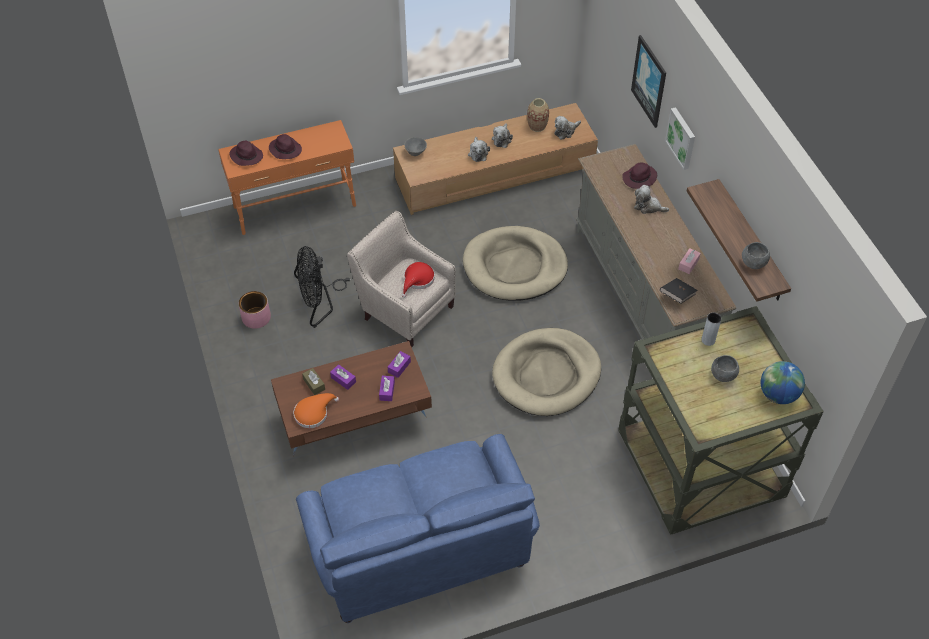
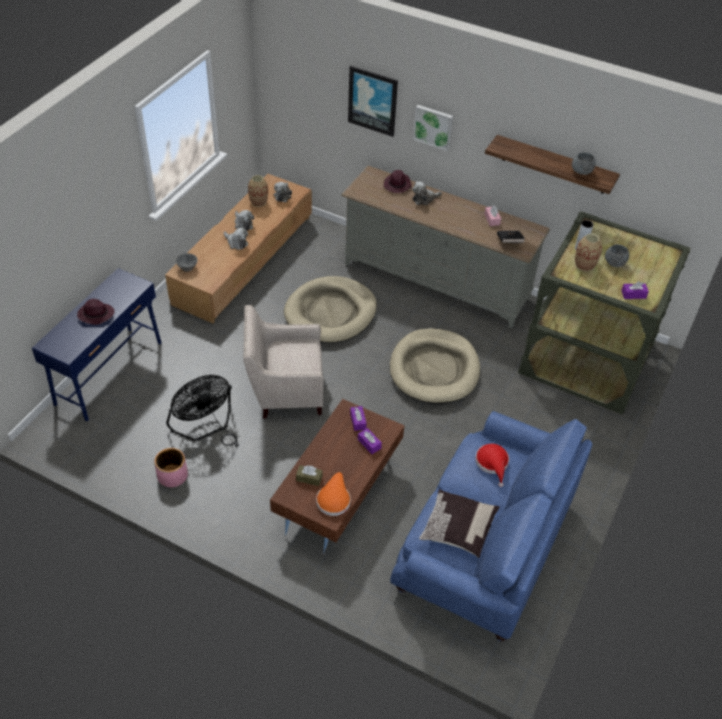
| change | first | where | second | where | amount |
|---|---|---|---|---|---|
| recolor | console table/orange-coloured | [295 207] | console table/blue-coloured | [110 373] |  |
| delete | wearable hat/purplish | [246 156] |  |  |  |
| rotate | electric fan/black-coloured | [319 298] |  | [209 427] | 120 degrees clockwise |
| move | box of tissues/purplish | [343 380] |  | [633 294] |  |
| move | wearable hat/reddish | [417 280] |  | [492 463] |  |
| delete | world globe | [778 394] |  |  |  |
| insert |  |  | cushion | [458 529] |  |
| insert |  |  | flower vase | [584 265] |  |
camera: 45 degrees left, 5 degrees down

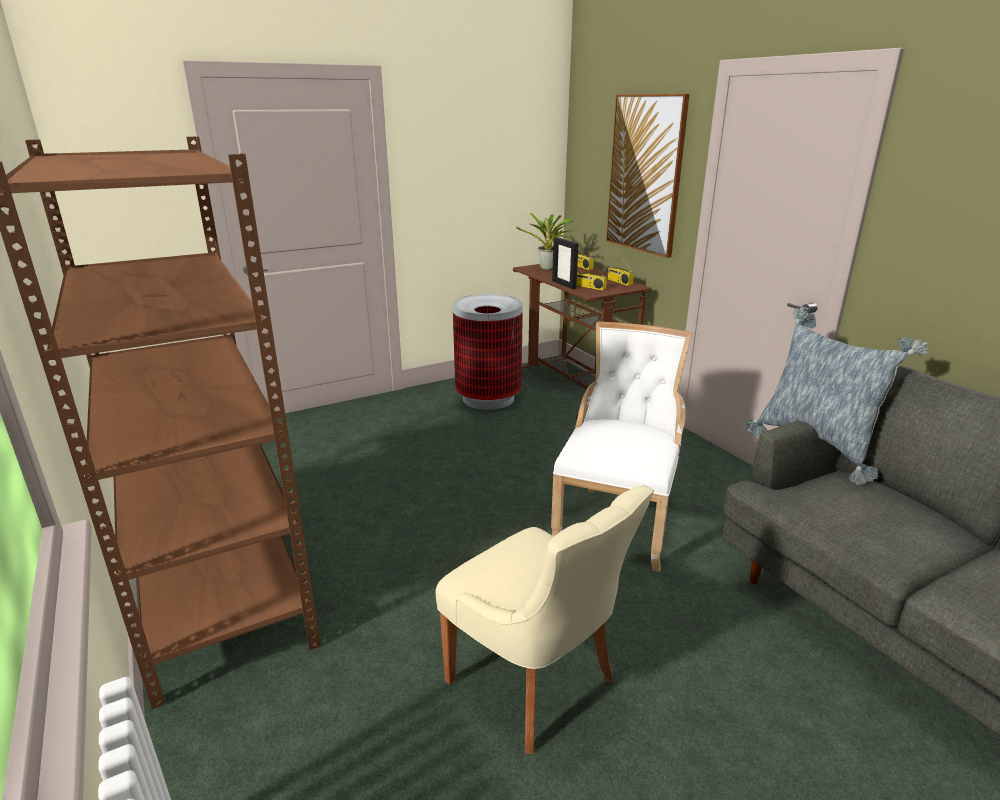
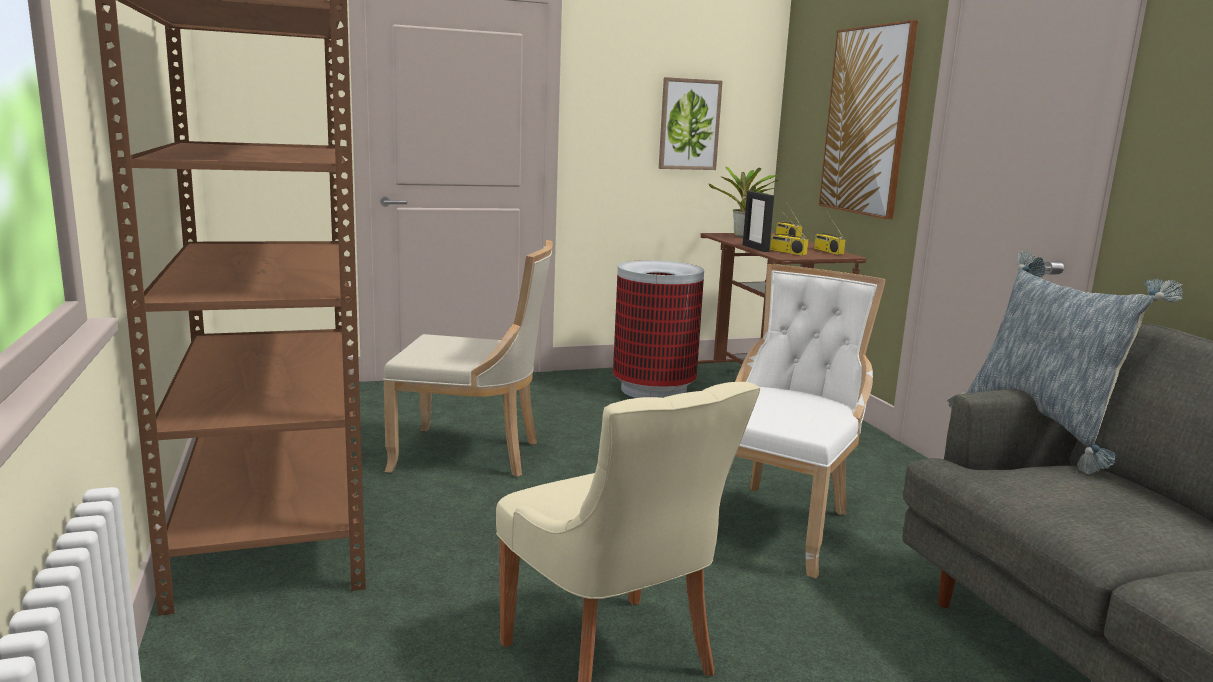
| change | first | where | second | where | amount |
|---|---|---|---|---|---|
| insert |  |  | upright chair/beige | [472 454] |  |
| insert |  |  | picture | [689 124] |  |
camera: 10 degrees right, 10 degrees down

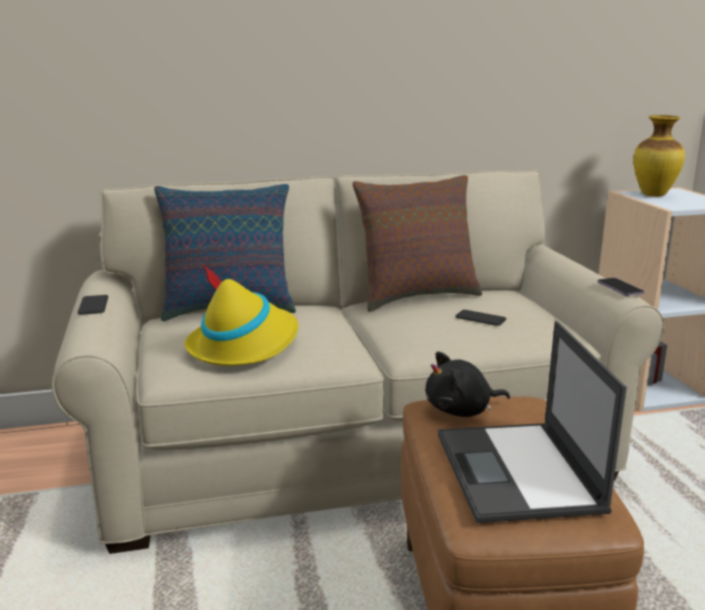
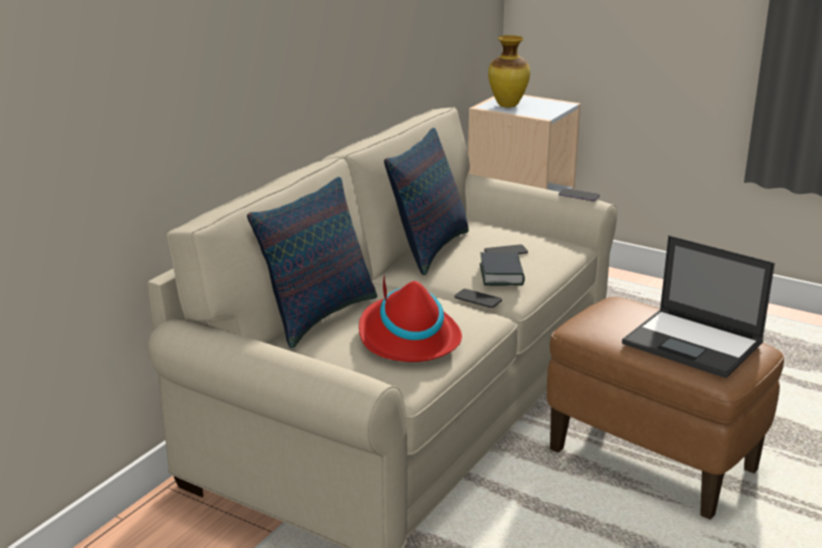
| change | first | where | second | where | amount |
|---|---|---|---|---|---|
| move | handset | [93 305] |  | [478 299] |  |
| recolor | wearable hat/yellowish | [244 345] | wearable hat/reddish | [407 338] |  |
| recolor | cushion/brown-coloured | [418 298] | cushion/blue-coloured | [430 250] |  |
| delete | cuddly toy/black-coloured | [462 410] |  |  |  |
| insert |  |  | volume | [501 275] |  |
camera: 45 degrees left, 5 degrees up

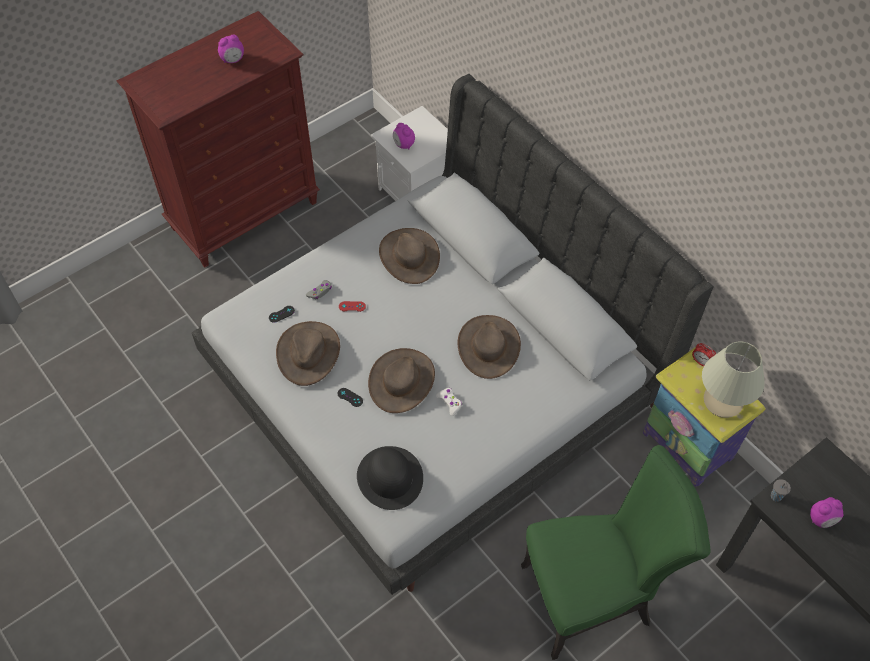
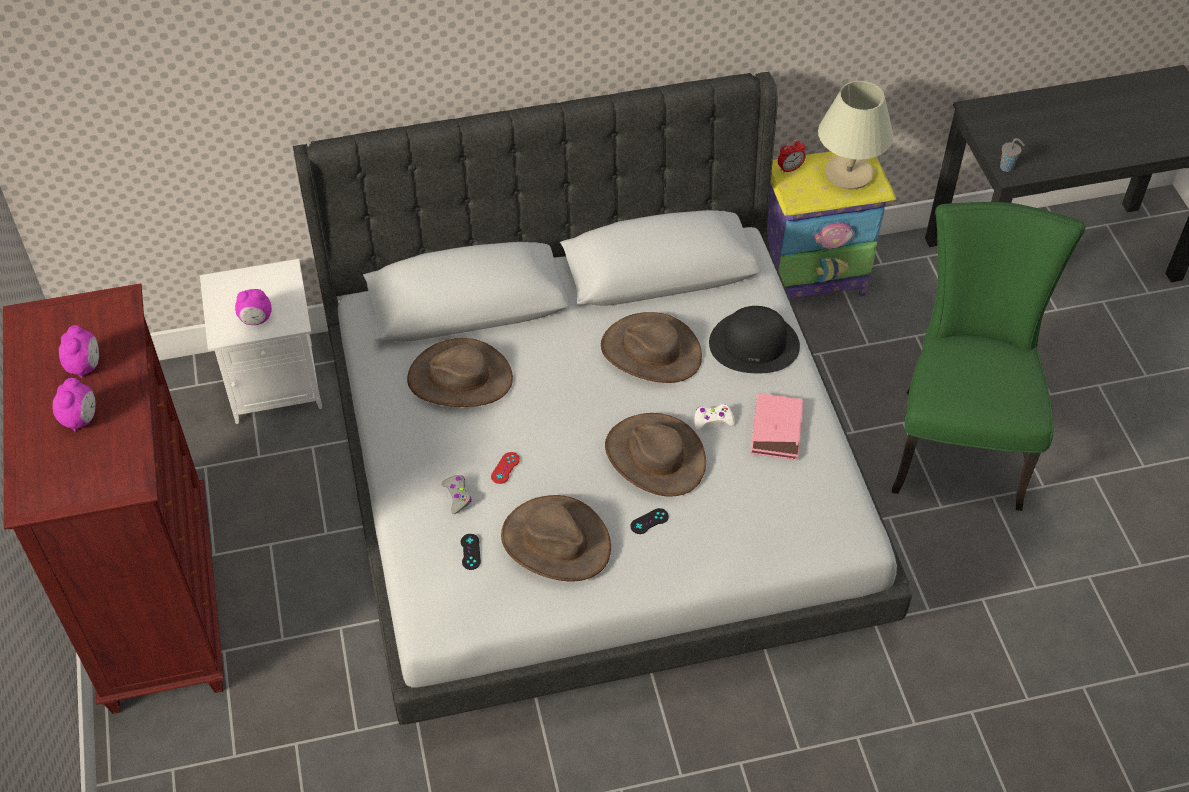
| change | first | where | second | where | amount |
|---|---|---|---|---|---|
| move | wearable hat/black-coloured | [390 477] |  | [754 344] |  |
| move | table clock | [822 519] |  | [81 419] |  |
| insert |  |  | volume/pinkish | [776 429] |  |
camera: 65 degrees left, 5 degrees down

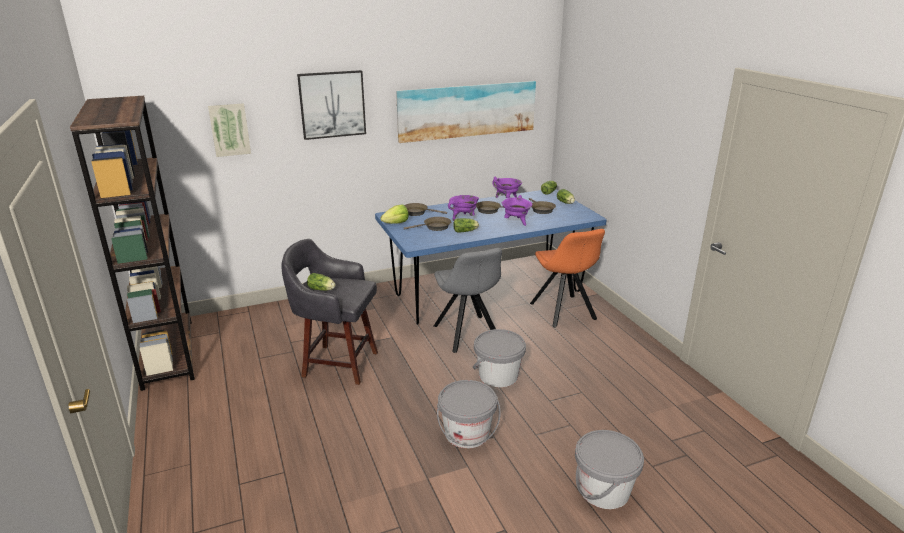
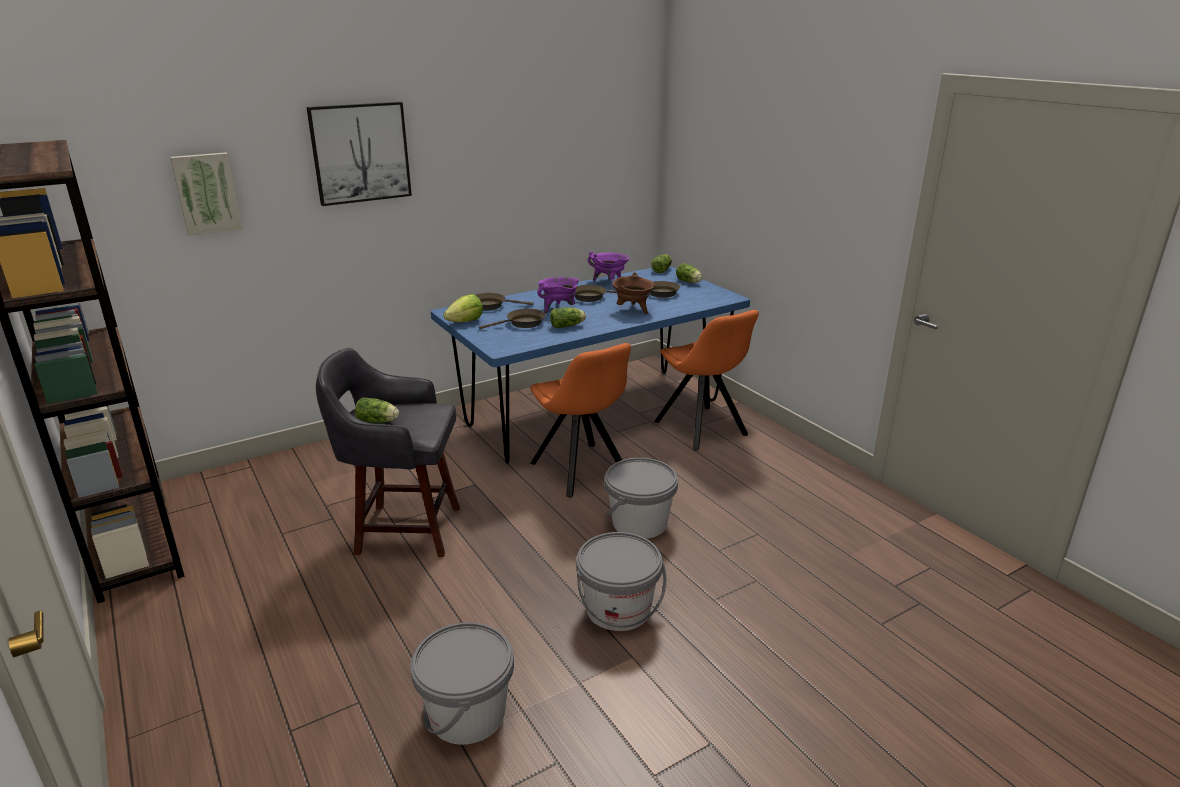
| change | first | where | second | where | amount |
|---|---|---|---|---|---|
| delete | picture | [466 110] |  |  |  |
| recolor | upright chair/gray | [467 334] | upright chair/orange-coloured | [581 470] |  |
| recolor | cooking pot/purplish | [516 222] | cooking pot/brown-coloured | [633 310] |  |
| move | pail/gray | [603 490] |  | [467 714] |  |
camera: 10 degrees left, 0 degrees up

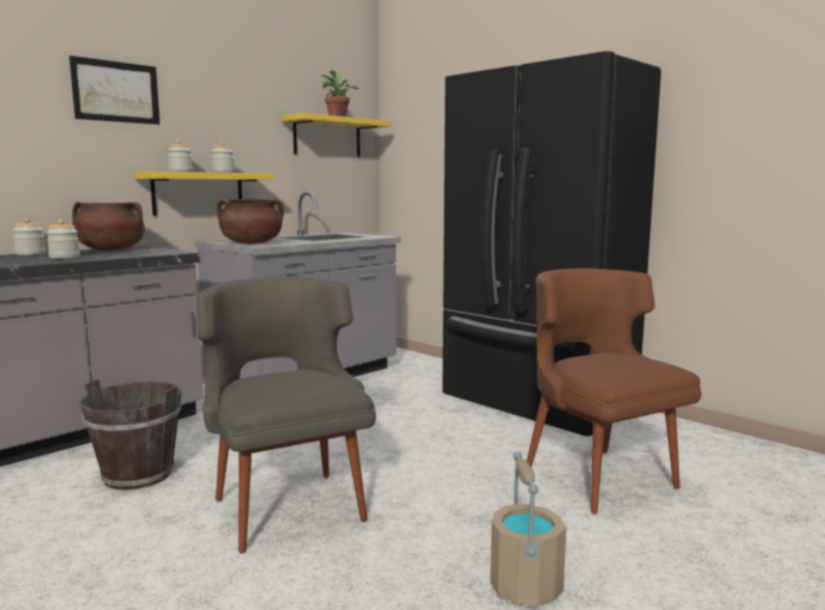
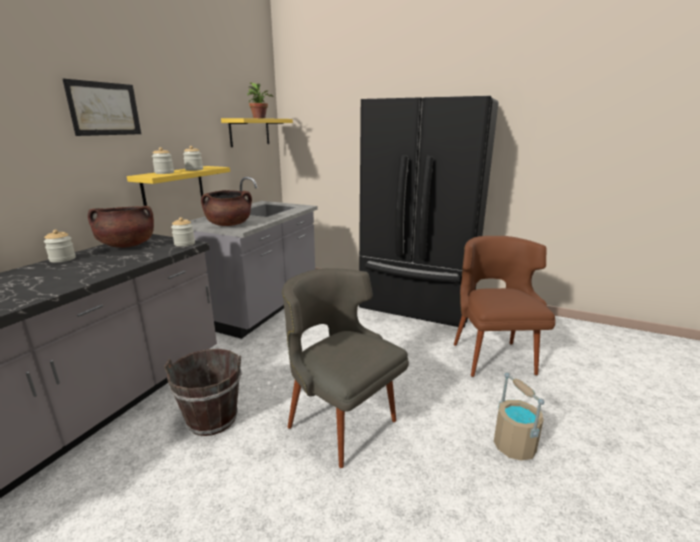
| change | first | where | second | where | amount |
|---|---|---|---|---|---|
| move | storage jar | [64 257] |  | [184 243] |  |
| rotate | upright chair/brown-coloured | [600 480] |  | [493 359] | 45 degrees clockwise |
camera: 20 degrees left, 10 degrees up

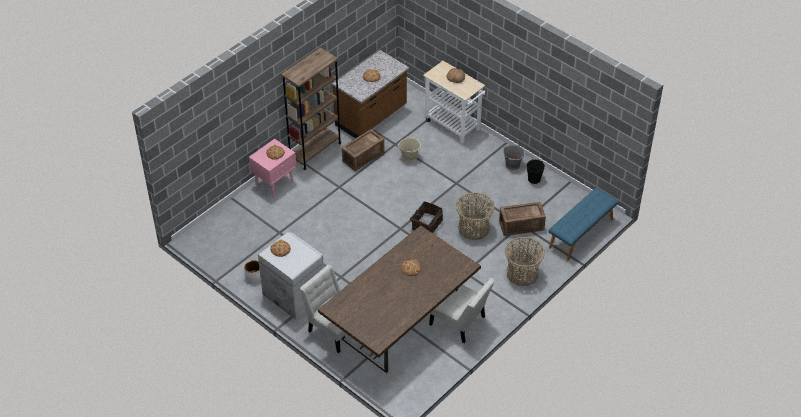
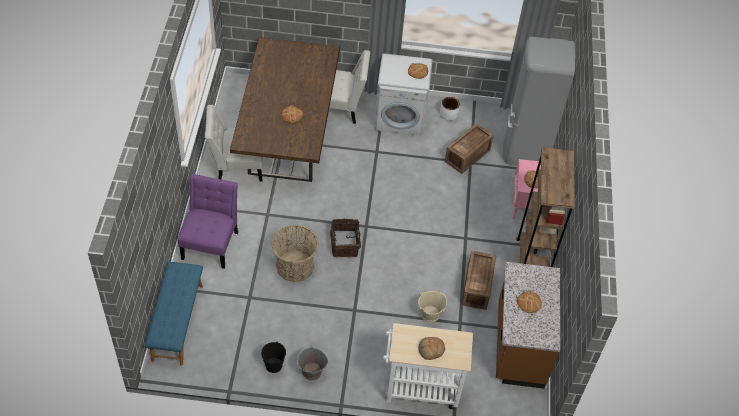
| change | first | where | second | where | amount |
|---|---|---|---|---|---|
| move | shipping crate | [520 225] |  | [468 156] |  |
| replace | household basket | [522 273] | upright chair/purplish | [211 242] |  |
| insert |  |  | refrigerator/gray | [524 151] |  |
camera: 140 degrees right, 5 degrees up

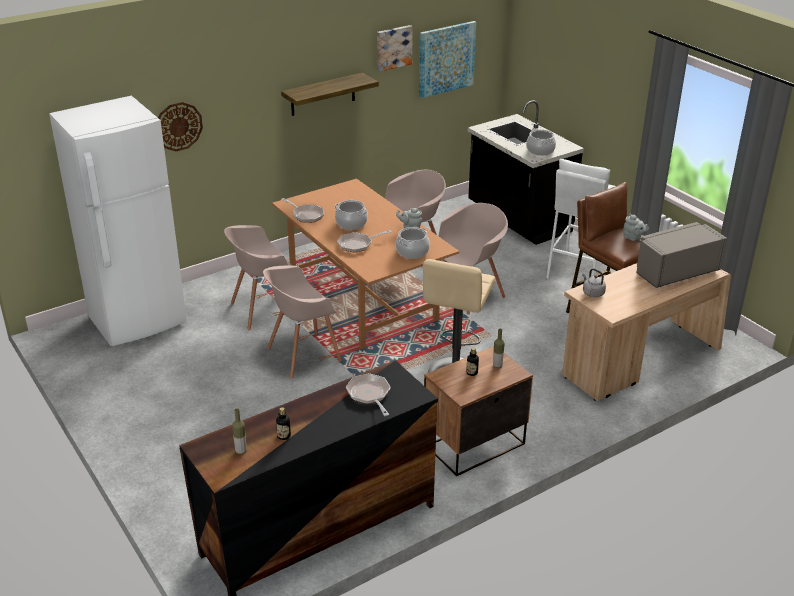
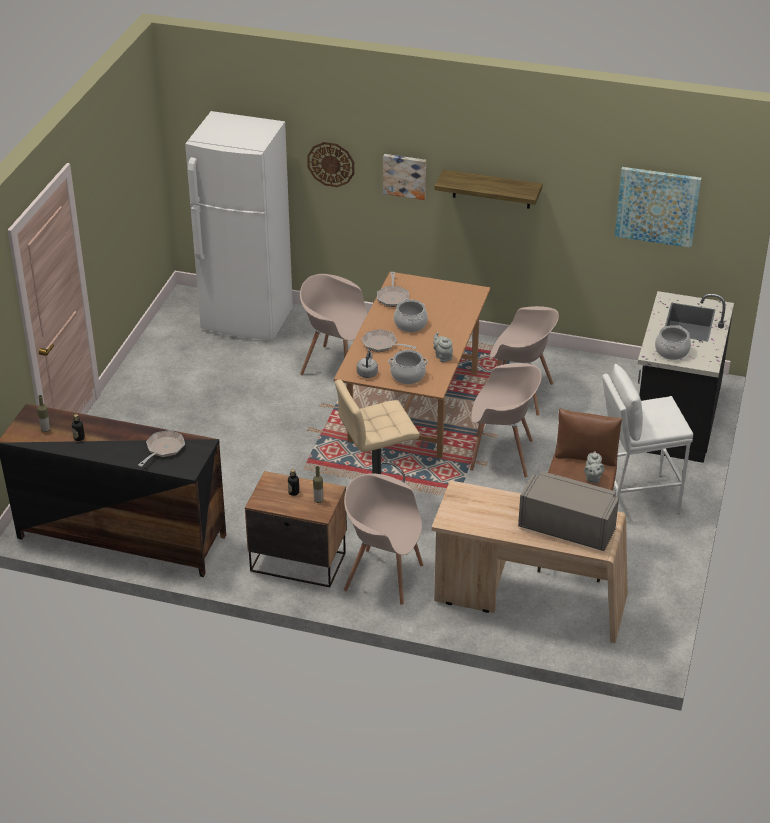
| change | first | where | second | where | amount |
|---|---|---|---|---|---|
| move | upright chair/beige | [303 355] |  | [382 577] |  |
| move | picture | [393 47] |  | [405 175] |  |
| move | tea kettle/gray | [592 293] |  | [367 373] |  |
camera: 50 degrees right, 5 degrees up

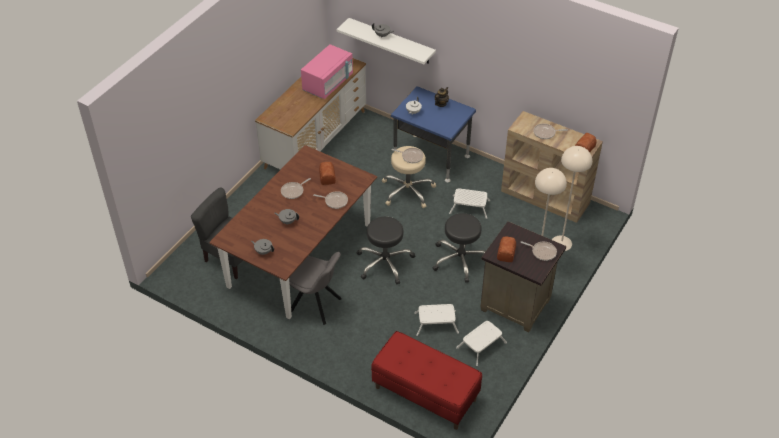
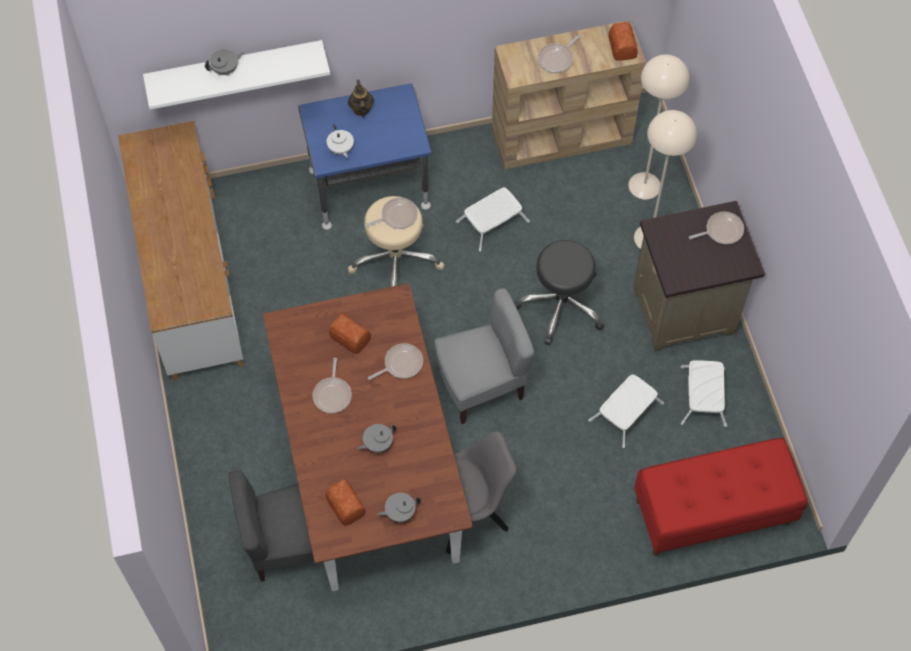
| change | first | where | second | where | amount |
|---|---|---|---|---|---|
| delete | kitchen microwave/pinkish | [328 83] |  |  |  |
| replace | sitting stool/black-coloured | [384 262] | upright chair/gray | [481 384] |  |
| move | bakery bread | [506 252] |  | [346 504] |  |
camera: 45 degrees left, 15 degrees up

